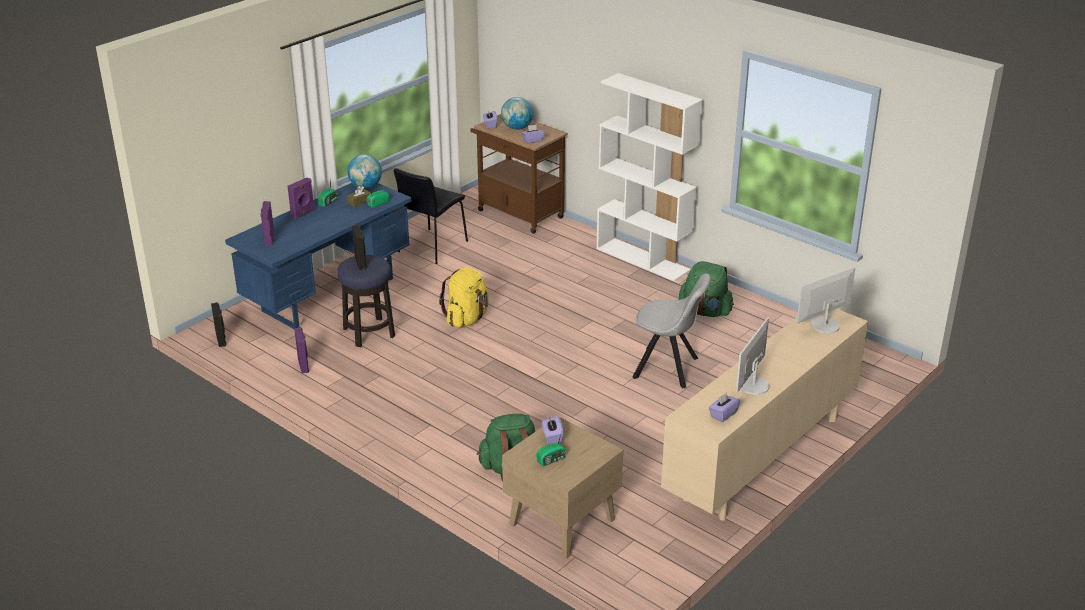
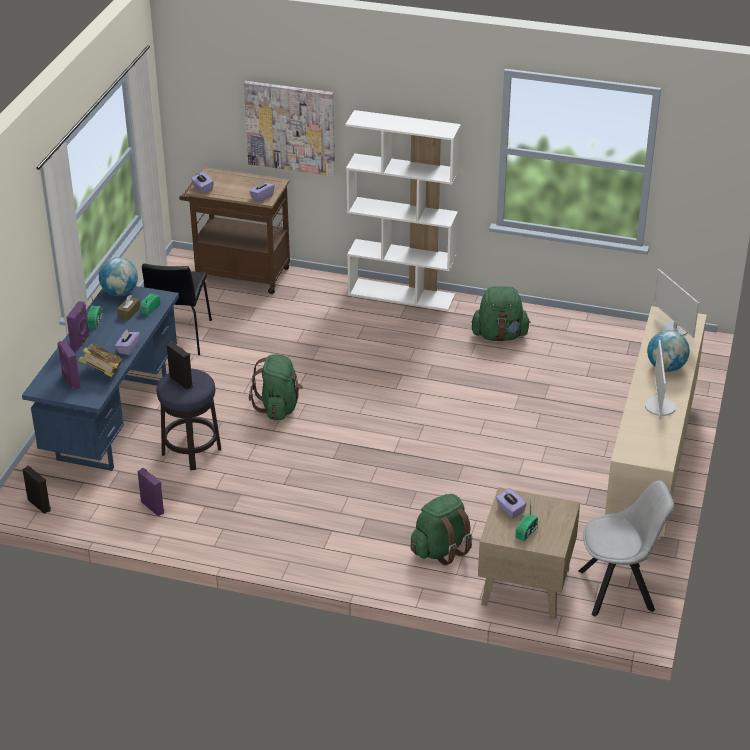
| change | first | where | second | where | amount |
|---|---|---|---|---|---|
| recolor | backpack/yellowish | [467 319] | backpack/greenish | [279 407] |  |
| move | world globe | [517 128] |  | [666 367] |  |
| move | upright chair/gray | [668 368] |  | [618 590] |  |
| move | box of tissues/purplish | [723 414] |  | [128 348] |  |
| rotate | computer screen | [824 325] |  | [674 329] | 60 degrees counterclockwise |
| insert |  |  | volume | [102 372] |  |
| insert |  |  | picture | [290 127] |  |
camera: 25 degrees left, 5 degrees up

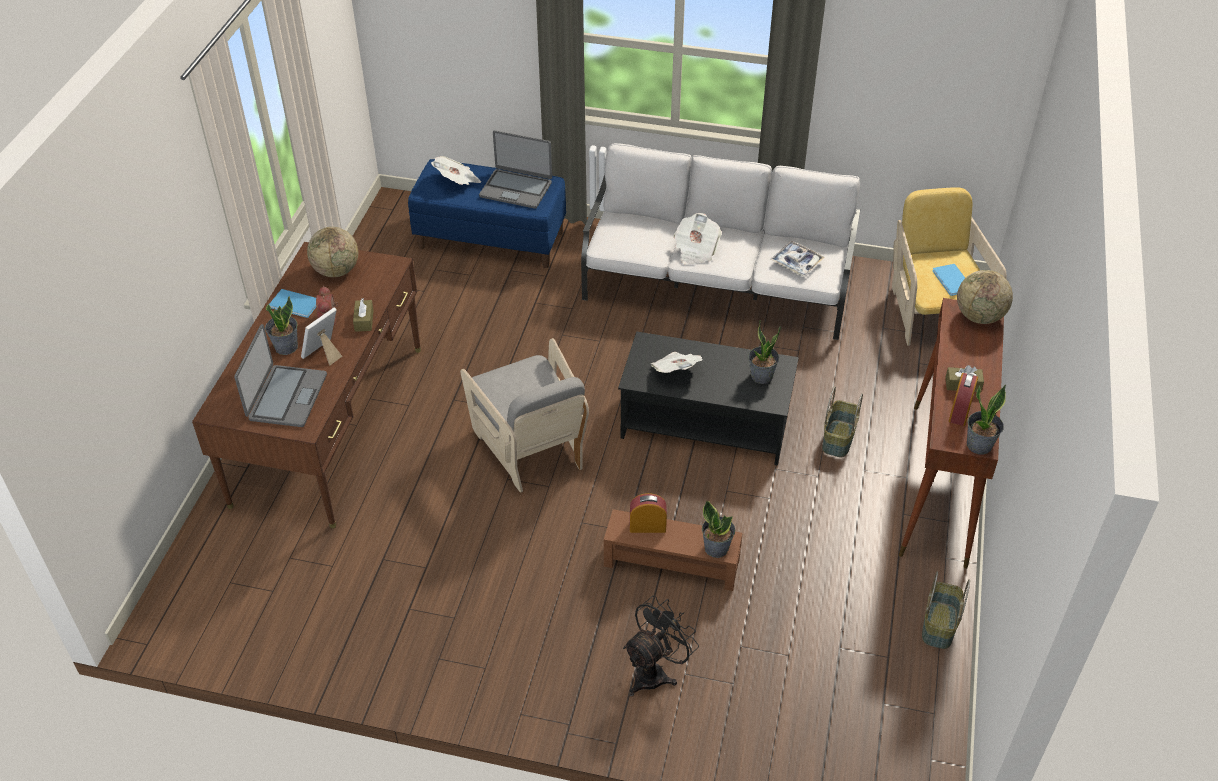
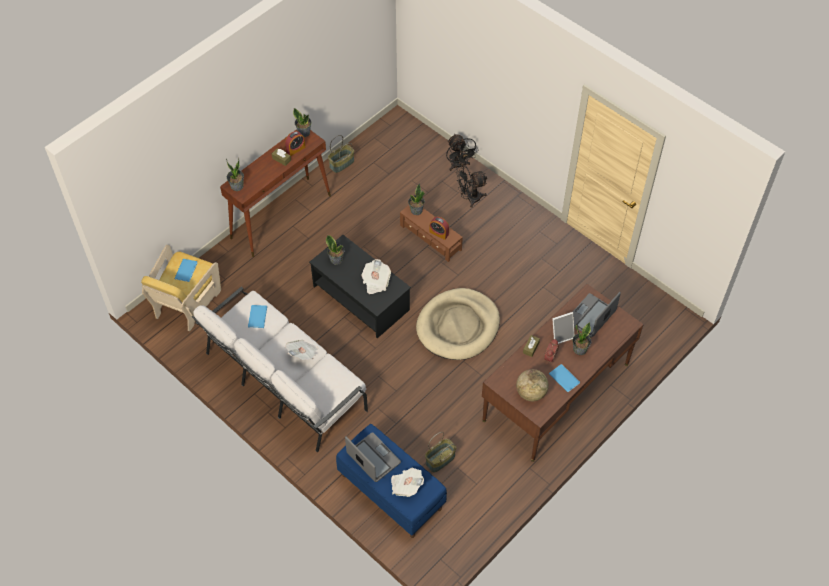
| change | first | where | second | where | amount |
|---|---|---|---|---|---|
| replace | lounge chair/gray | [530 447] | dog cushion/beige | [458 326] |  |
| replace | serving tray | [796 262] | volume/blue-coloured | [256 317] |  |
| move | household basket | [837 438] |  | [440 460] |  |
| replace | world globe | [979 316] | potted plant | [237 186] |  |
| insert |  |  | electric fan/black-coloured | [459 166] |  |
camera: 150 degrees left, 10 degrees up

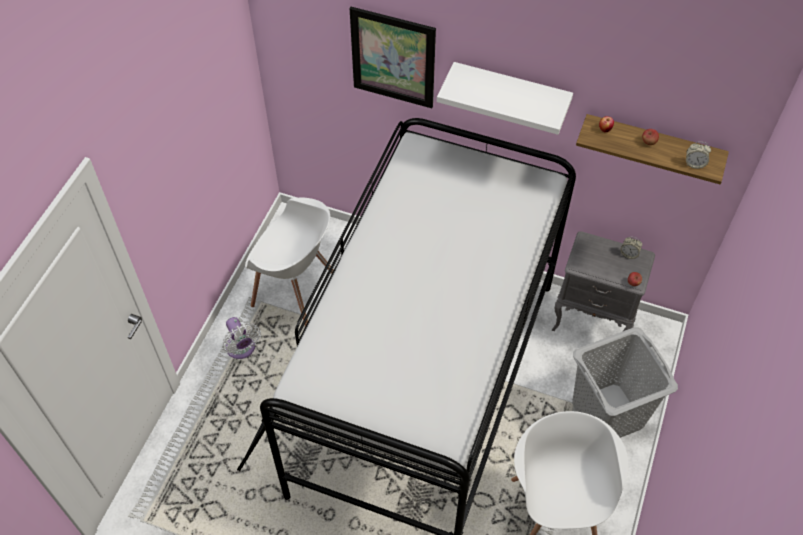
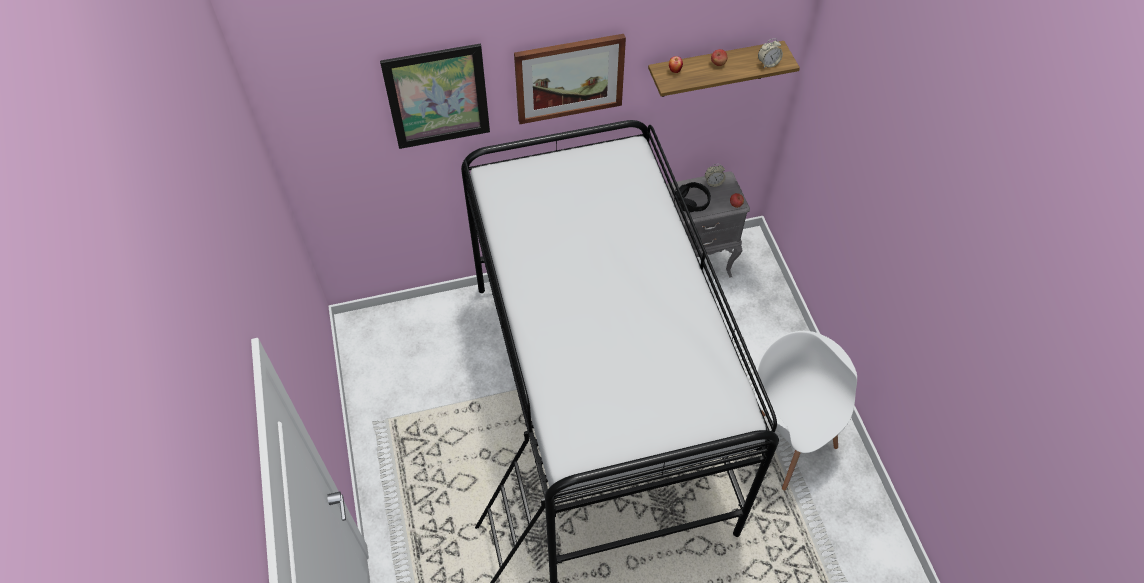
| change | first | where | second | where | amount |
|---|---|---|---|---|---|
| delete | electric fan/white-coloured | [242 349] |  |  |  |
| delete | upright chair/white-coloured | [296 293] |  |  |  |
| replace | shelf/white-coloured | [510 93] | picture | [569 78] |  |
| delete | laundry basket/gray | [608 414] |  |  |  |
| insert |  |  | headset/black-coloured | [692 201] |  |
camera: 35 degrees left, 0 degrees up

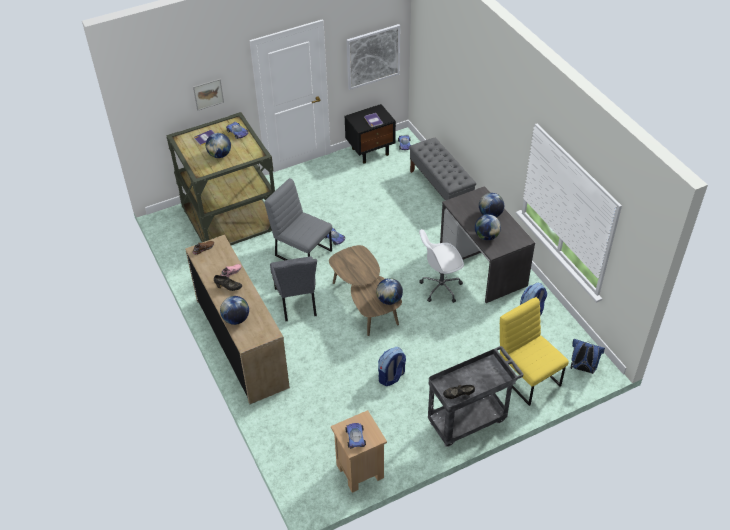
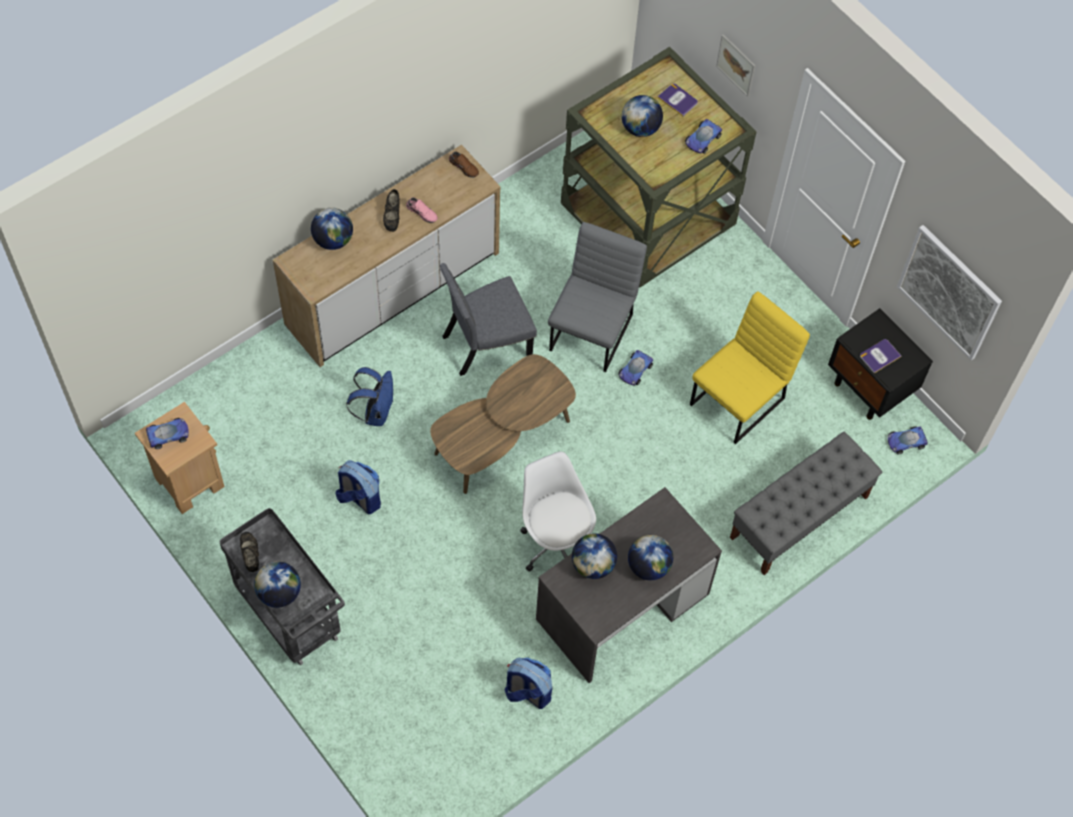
| change | first | where | second | where | amount |
|---|---|---|---|---|---|
| move | world globe | [389 300] |  | [279 593] |  |
| move | upright chair/yellowish | [527 377] |  | [739 400] |  |
| move | backpack/blue-coloured | [582 368] |  | [375 412] |  |
camera: 75 degrees right, 15 degrees up

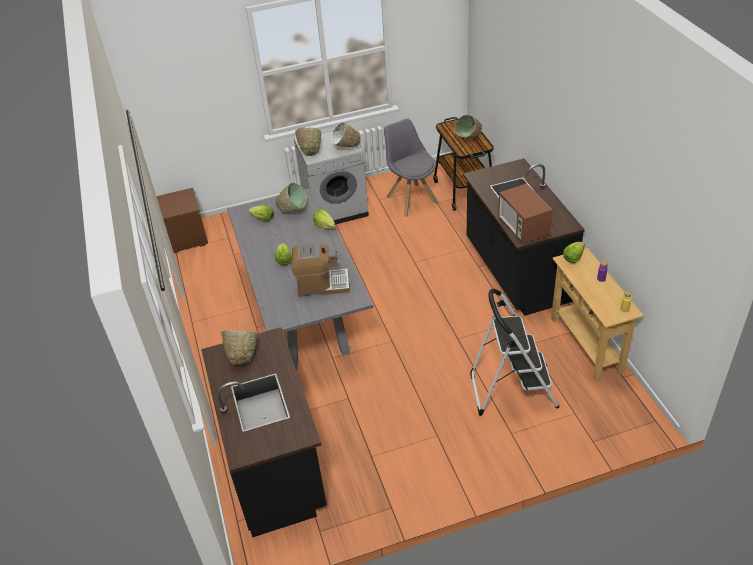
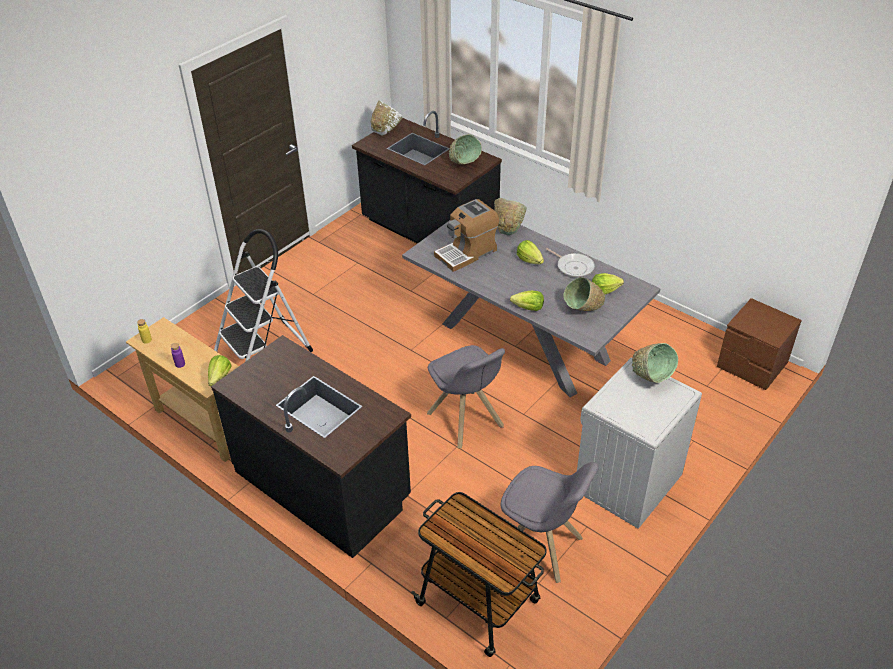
| change | first | where | second | where | amount |
|---|---|---|---|---|---|
| move | serving bowl/white-coloured | [346 148] |  | [386 131] |  |
| move | serving bowl/greenish | [469 140] |  | [508 228] |  |
| delete | kitchen microwave | [523 228] |  |  |  |
| insert |  |  | upright chair/gray | [466 420] |  |
| insert |  |  | pan | [573 267] |  |
camera: 145 degrees right, 0 degrees up

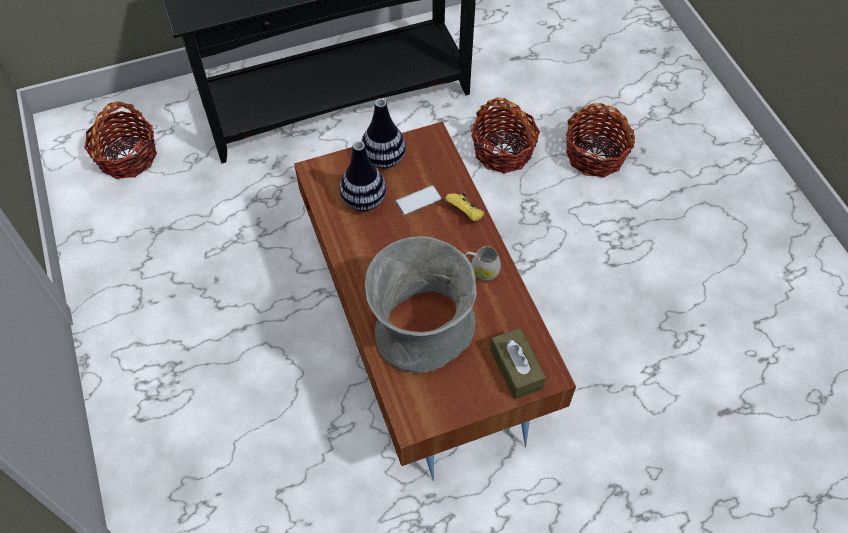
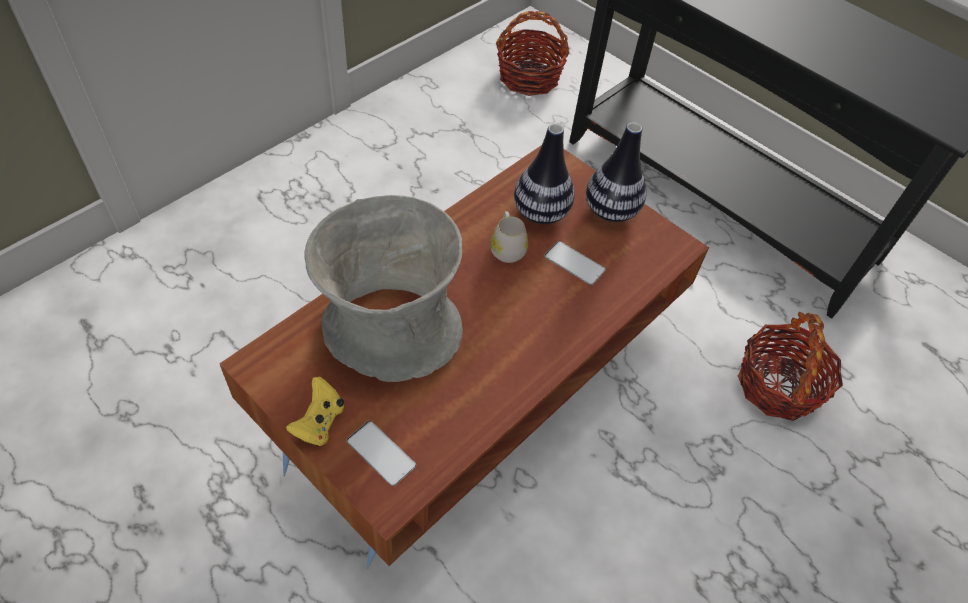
| change | first | where | second | where | amount |
|---|---|---|---|---|---|
| move | game controller/yellowish | [465 214] |  | [319 422] |  |
| move | coffee mug/white-coloured | [481 270] |  | [507 248] |  |
| replace | box of tissues/brown-coloured | [516 369] | handset | [381 453] |  |
| delete | household basket | [595 155] |  |  |  |
camera: 60 degrees right, 5 degrees down

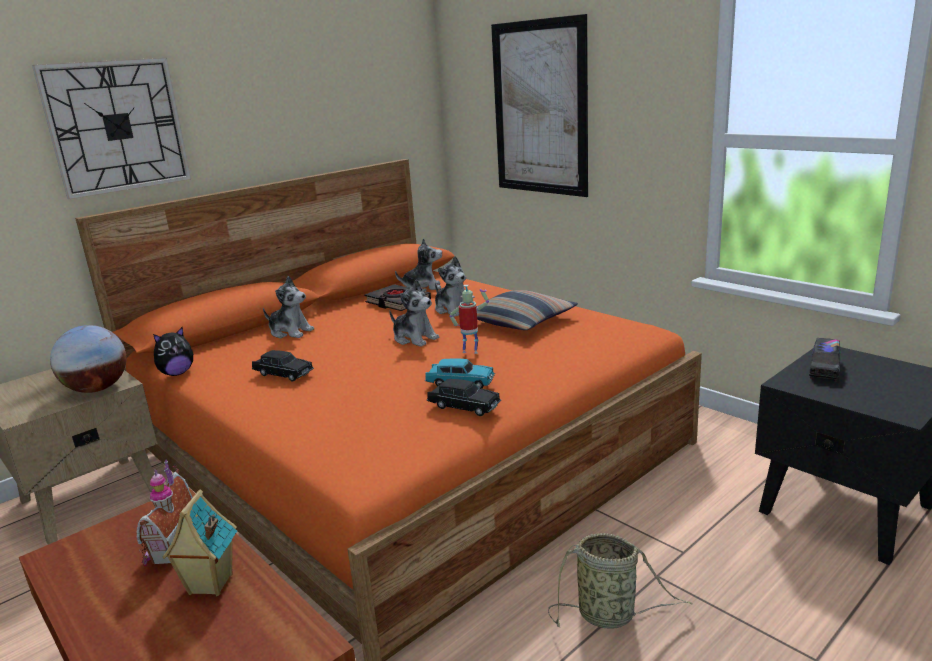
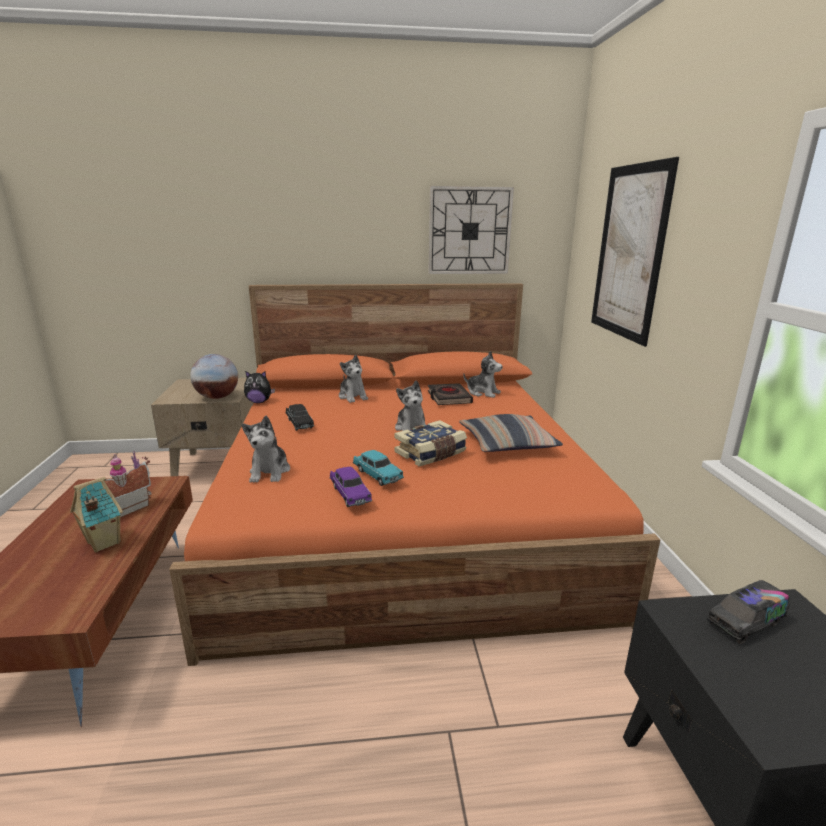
| change | first | where | second | where | amount |
|---|---|---|---|---|---|
| move | wall clock | [117 126] |  | [469 231] |  |
| recolor | miniature car/black-coloured | [464 407] | miniature car/purplish | [350 494] |  |
| move | cuddly toy | [453 309] |  | [270 472] |  |
| replace | model robot | [471 351] | volume | [431 453] |  |
| delete | household basket | [610 615] |  |  |  |
camera: 35 degrees right, 0 degrees up

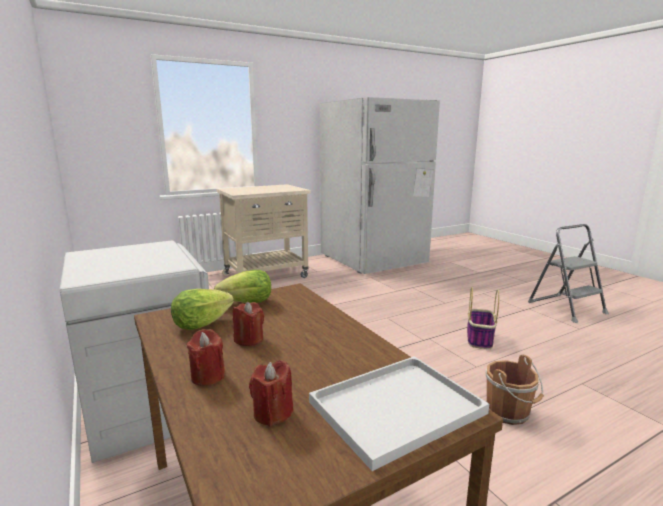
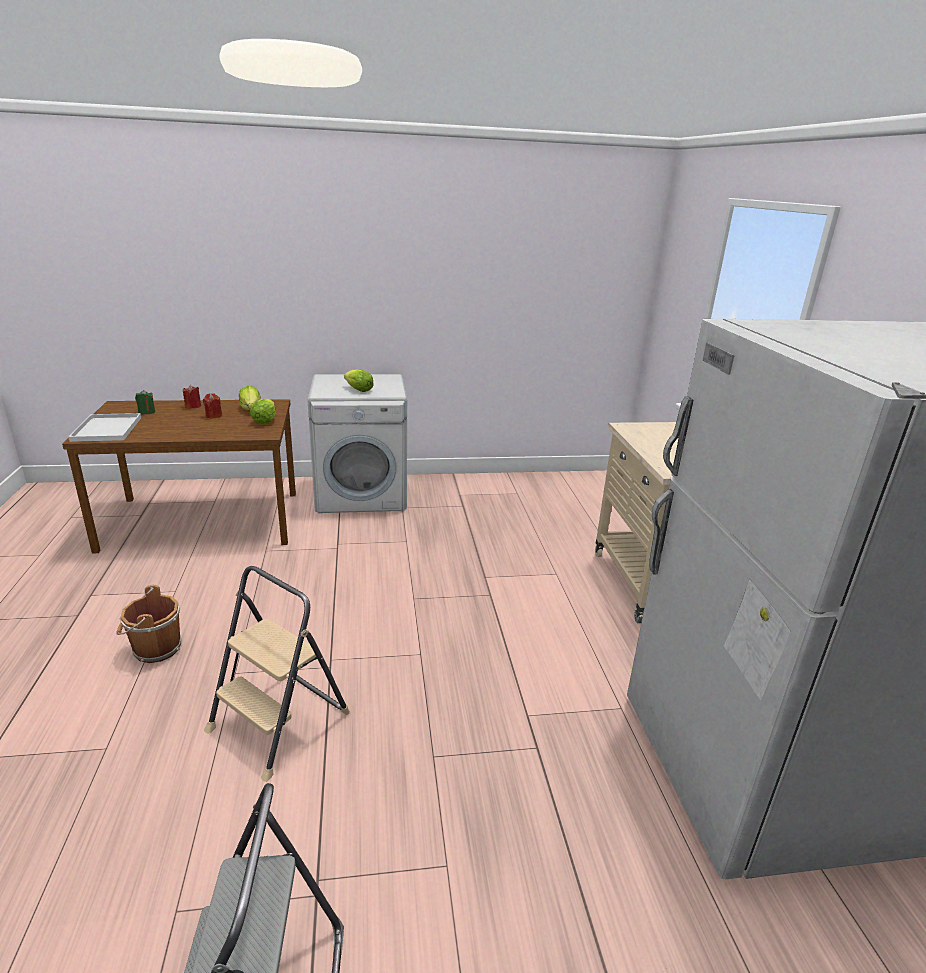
| change | first | where | second | where | amount |
|---|---|---|---|---|---|
| recolor | candle/reddish | [272 413] | candle/greenish | [146 412] |  |
| replace | household basket | [479 339] | step stool/beige | [284 718] |  |
| insert |  |  | head of lettuce | [358 390] |  |
camera: 110 degrees right, 10 degrees up

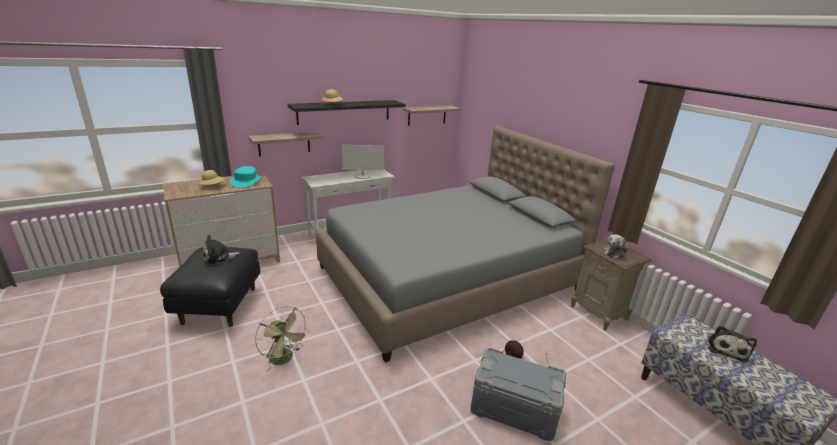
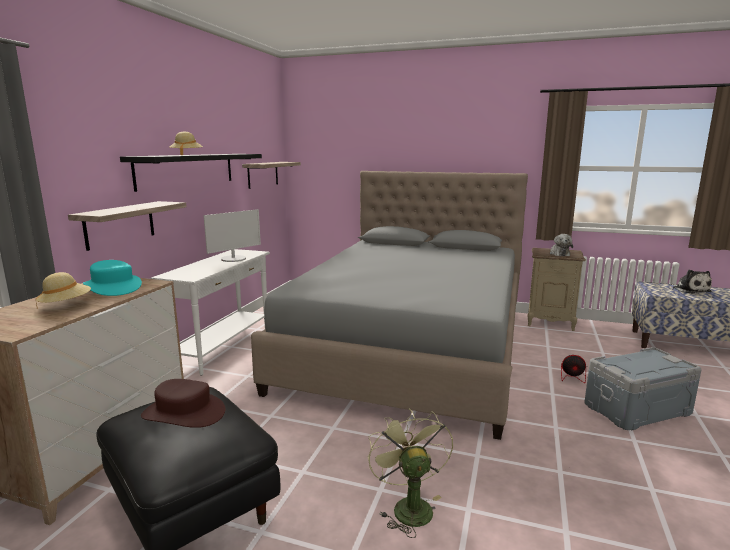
| change | first | where | second | where | amount |
|---|---|---|---|---|---|
| replace | cuddly toy | [219 257] | wearable hat/brown-coloured | [184 413] |  |
| rotate | electric fan/greenish | [285 359] |  | [408 506] | 105 degrees counterclockwise |
camera: 40 degrees left, 10 degrees down

